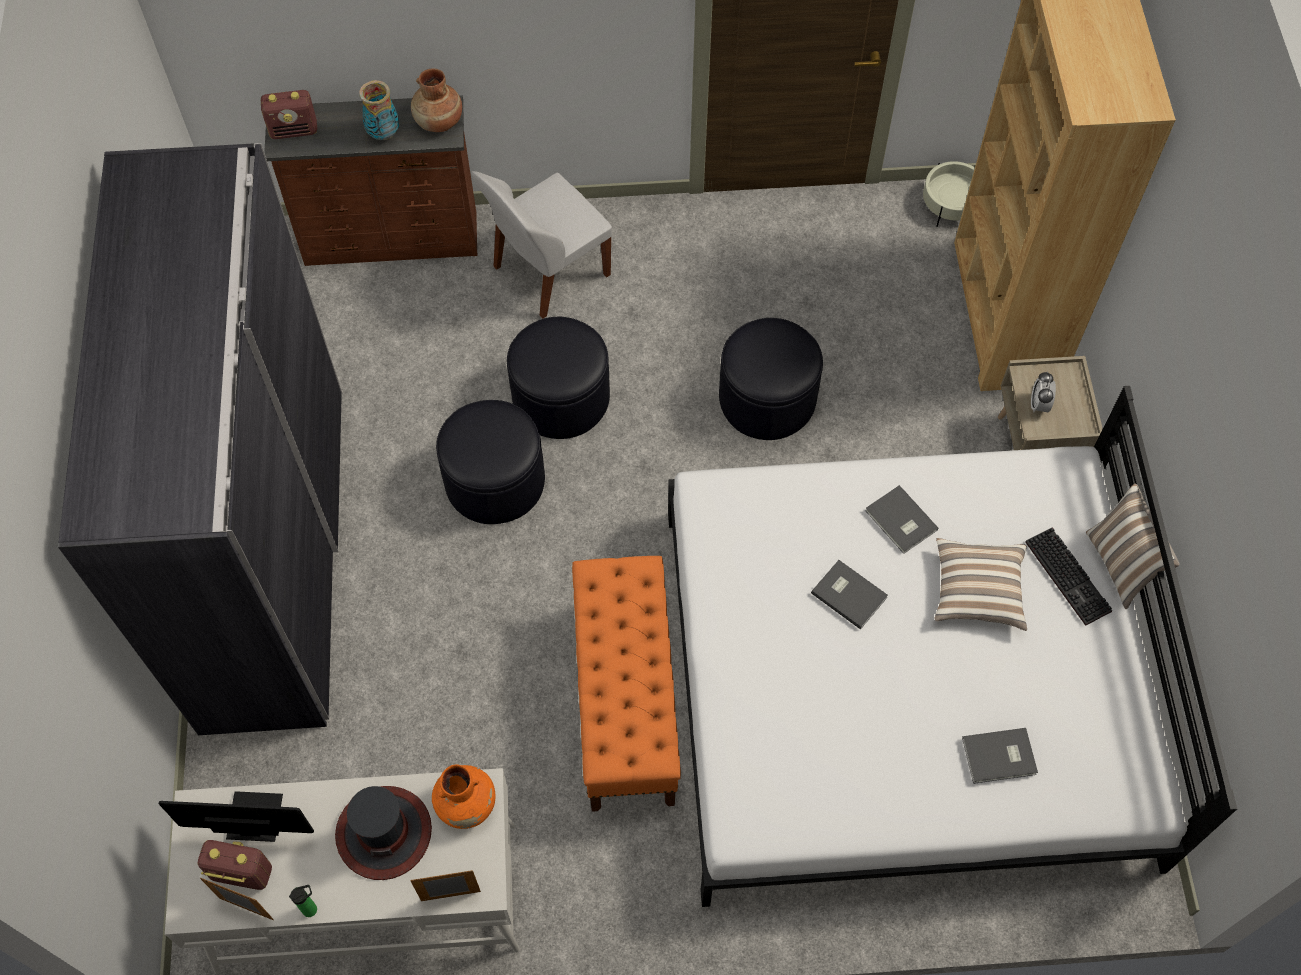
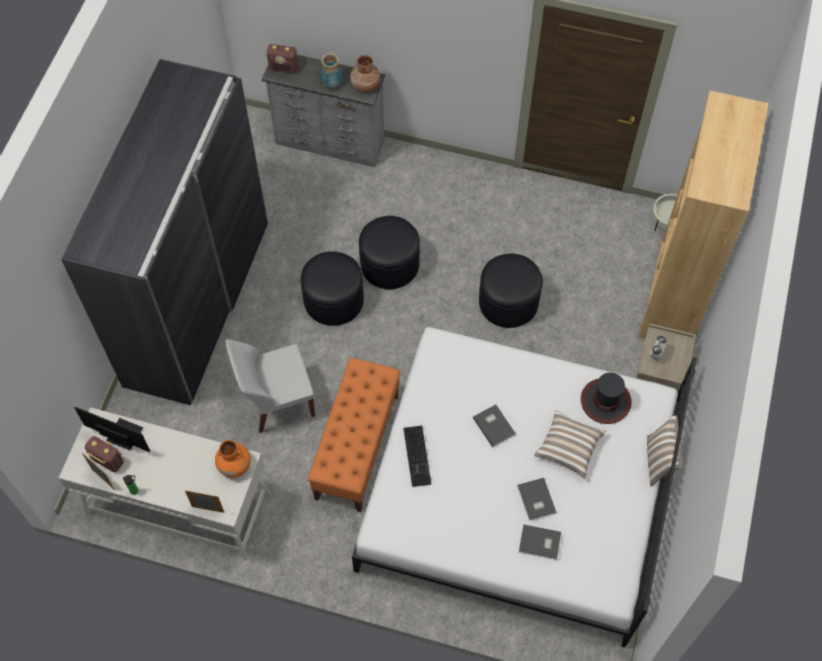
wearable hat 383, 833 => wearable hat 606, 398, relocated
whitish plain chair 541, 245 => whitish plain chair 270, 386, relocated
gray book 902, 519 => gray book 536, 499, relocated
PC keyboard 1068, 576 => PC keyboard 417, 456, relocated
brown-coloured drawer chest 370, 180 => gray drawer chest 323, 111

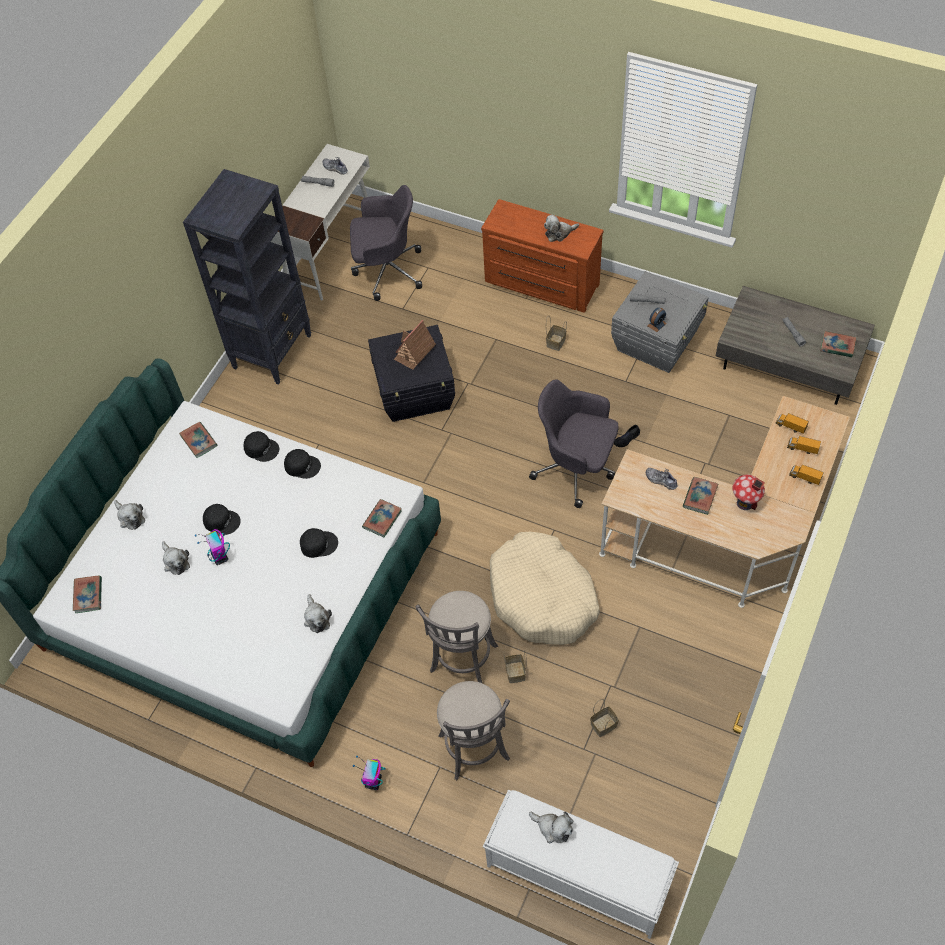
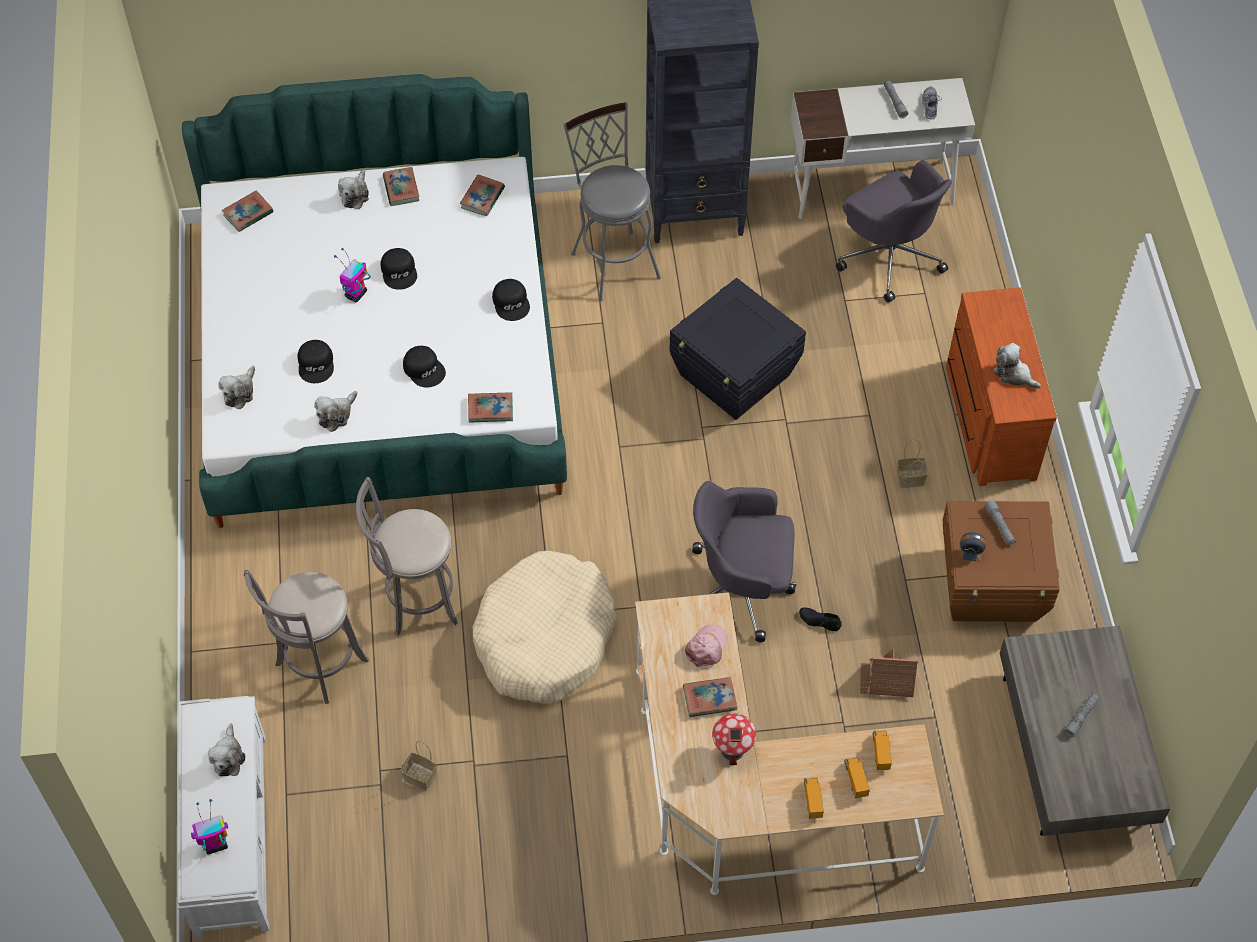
basket 515, 666 => nothing
nothing => gray sitting stool 612, 201
soft toy 176, 558 => soft toy 237, 387, relocated
black-coloured peaked cap 261, 446 => black-coloured peaked cap 315, 361, relocated
model robot 369, 773 => model robot 209, 827, relocated
toy house 415, 345 => toy house 889, 673, relocated
book 838, 344 => book 401, 186, relocated
item of footwear 661, 479 => pinkish peaked cap 706, 646
gray storage box 660, 322 => brown-coloured storage box 1001, 561
gray desk chair 574, 443 => gray desk chair 744, 561, 75 degrees counterclockwise

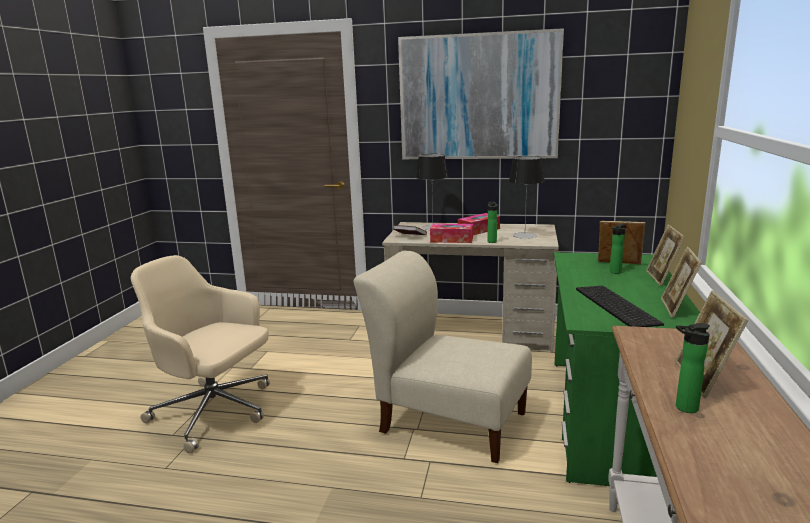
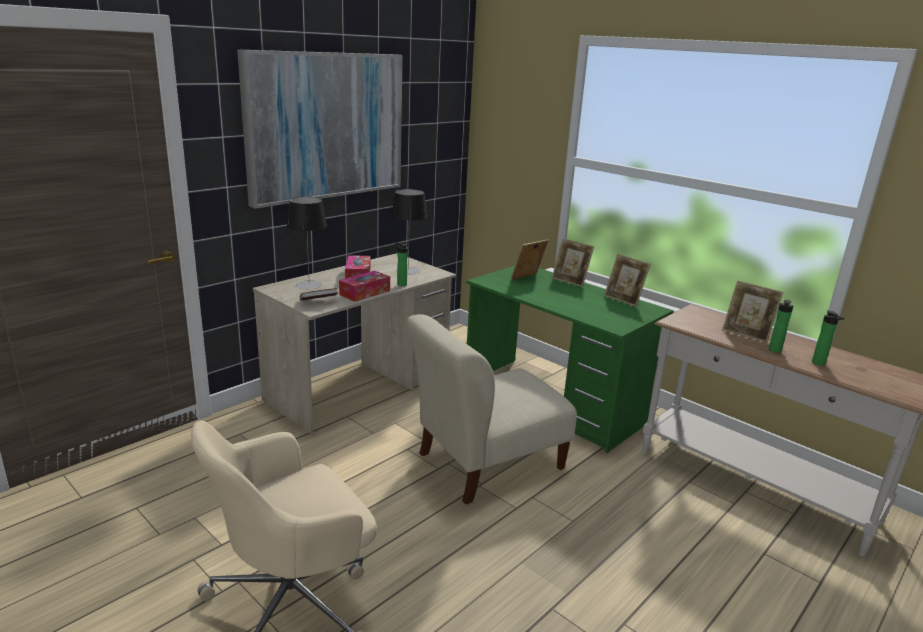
PC keyboard 620, 306 => nothing
beverage bottle 617, 249 => beverage bottle 828, 338, relocated

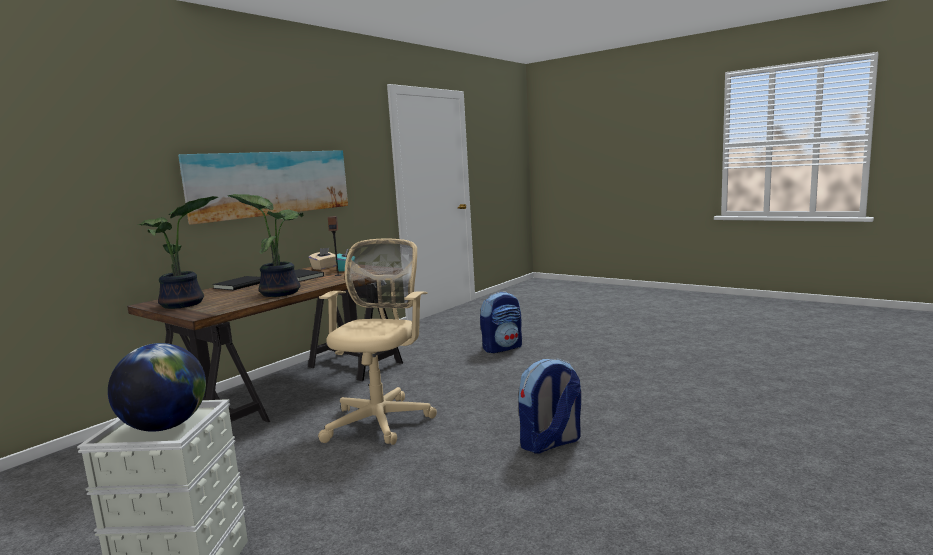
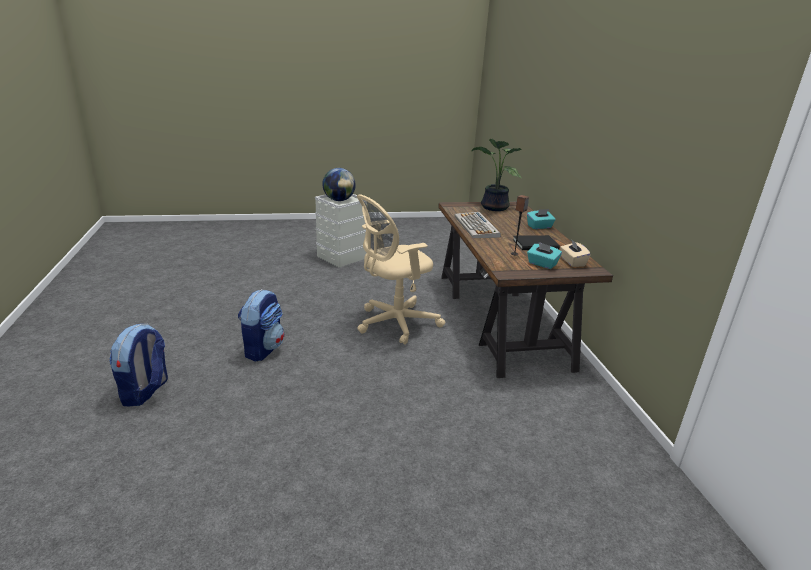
wall art 263, 187 => nothing
rucksack 501, 322 => rucksack 138, 365, relocated
black-coloured book 236, 283 => blue-green tissue holder 541, 219
plant in a pot 265, 245 => PC keyboard 477, 225
sand-coloured desk chair 377, 342 => sand-coloured desk chair 401, 269, 90 degrees clockwise

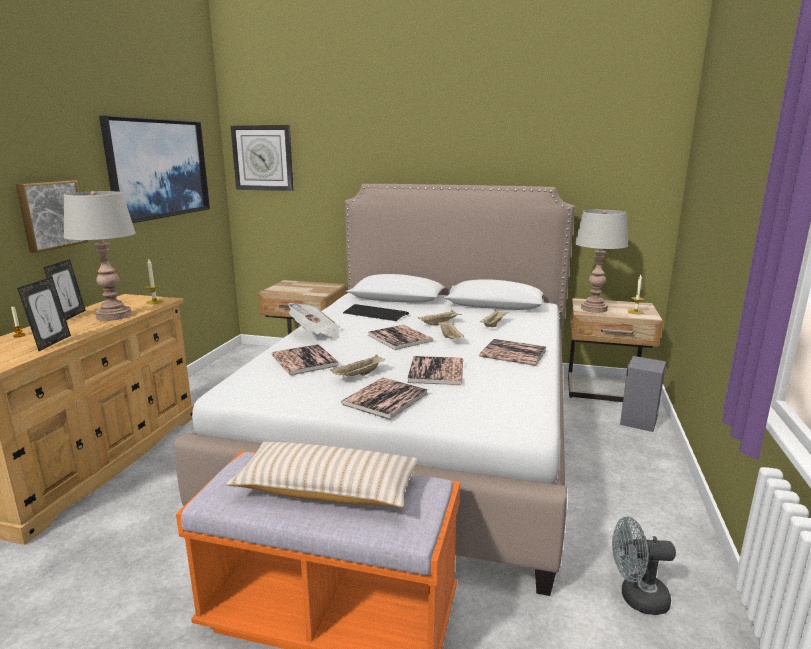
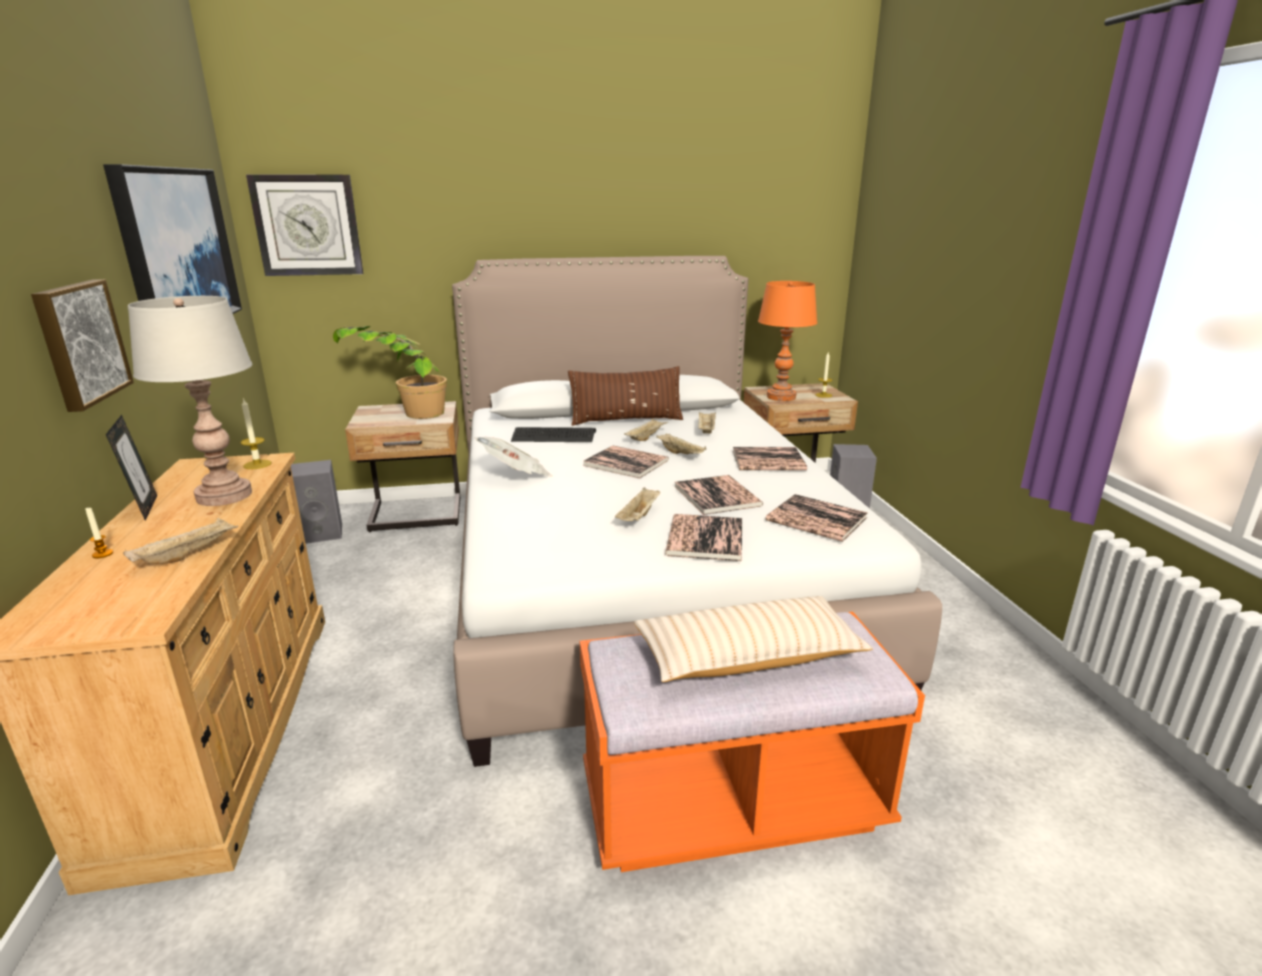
gray fan 644, 566 => nothing
nothing => gray speaker 316, 502
nothing => plant in a pot 390, 372
nothing => brown-coloured throw pillow 625, 396
book 305, 359 => book 817, 518, relocated
picture frame 44, 314 => sand-coloured tray 180, 541
gray lamp for a table 601, 261 => orange lamp for a table 787, 341

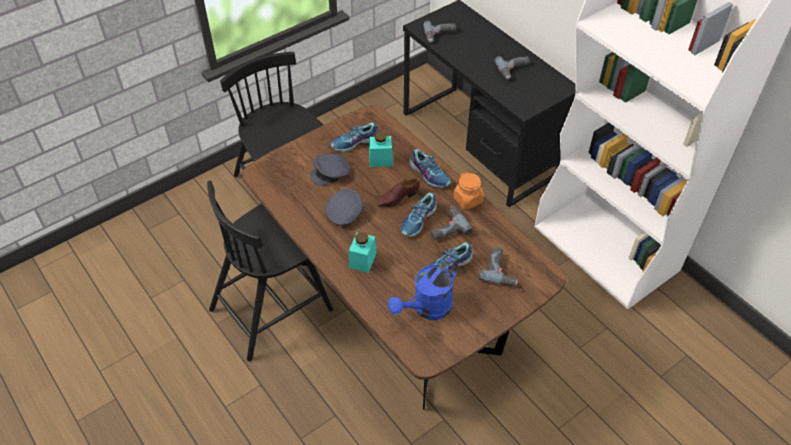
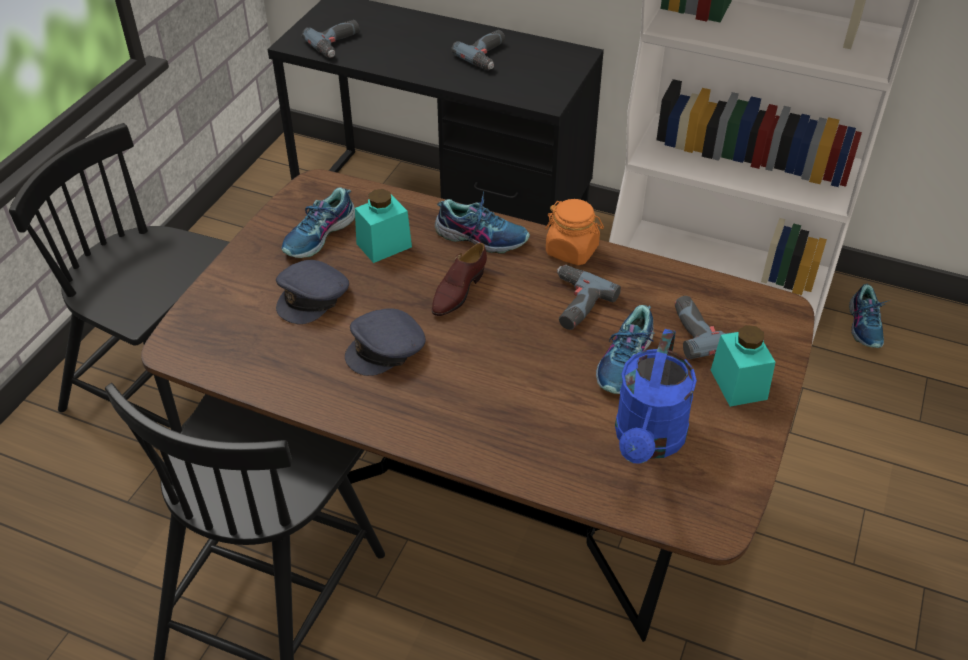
blue-green preserve jar 363, 252 => blue-green preserve jar 743, 366, relocated
item of footwear 419, 214 => item of footwear 869, 316, relocated
gray peaked cap 345, 207 => gray peaked cap 385, 342, 135 degrees counterclockwise

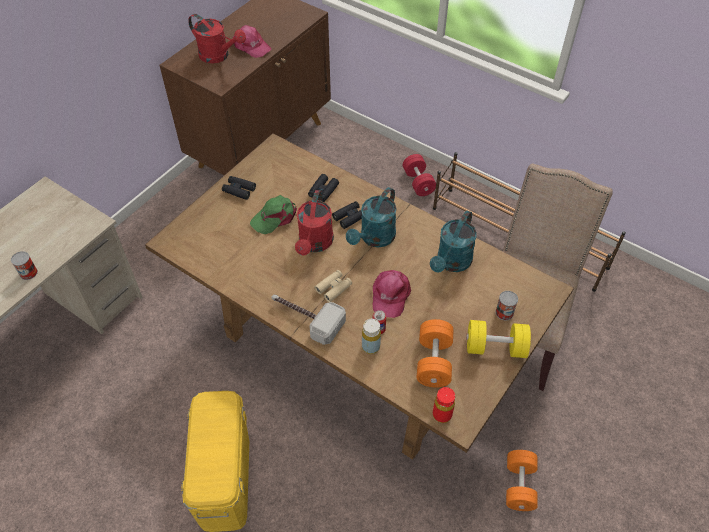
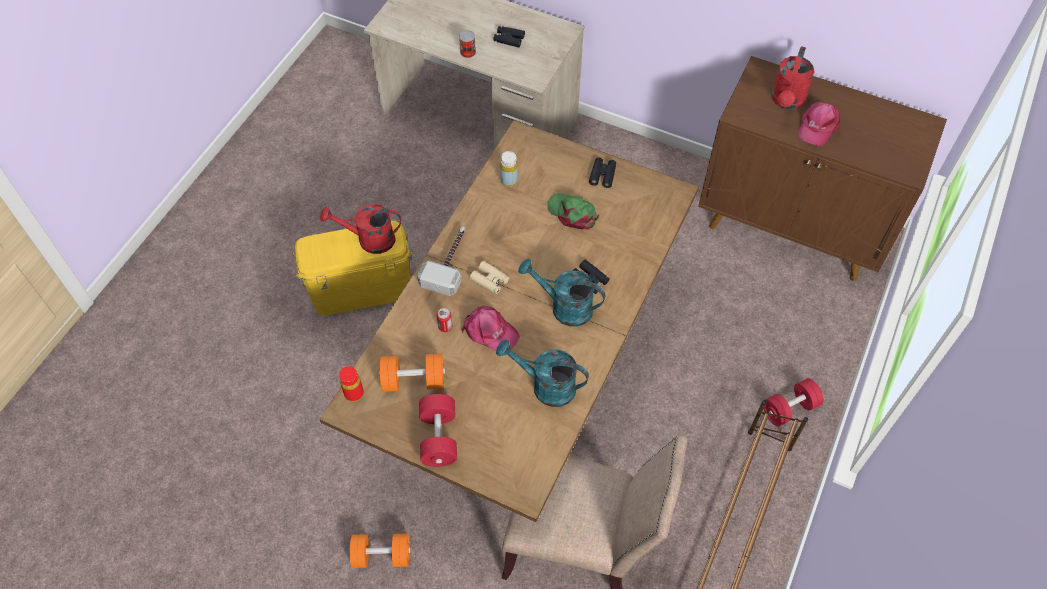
sealed can 506, 305 => nothing
reddish watering pot 314, 223 => reddish watering pot 360, 229, relocated
black-coloured pair of binoculars 323, 188 => black-coloured pair of binoculars 509, 36, relocated
yellow beverage bottle 371, 336 => yellow beverage bottle 509, 169, relocated
yellow hand weight 498, 339 => reddish hand weight 438, 430
pinkish peaked cap 392, 294 => pinkish peaked cap 491, 328, 150 degrees counterclockwise

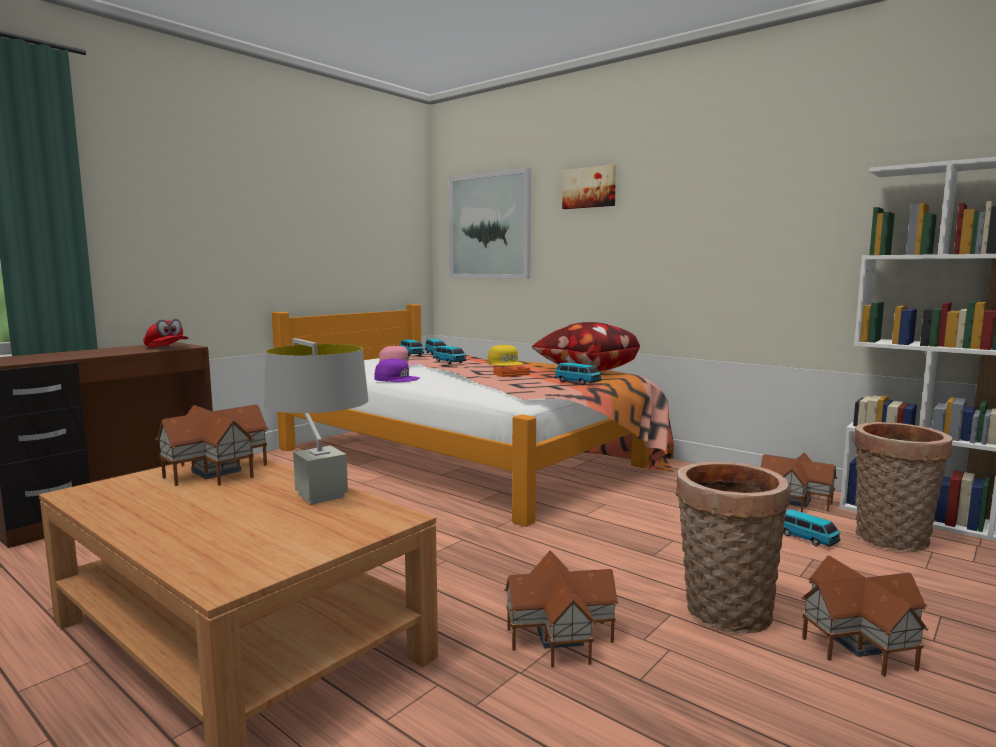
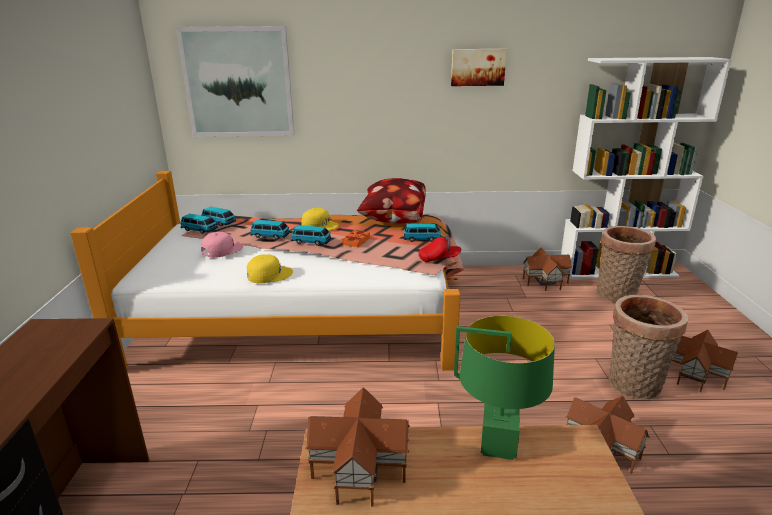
reddish peaked cap 165, 333 => reddish peaked cap 440, 248, relocated
wall art 589, 186 => wall art 479, 67, relocated
miniature car 812, 528 => miniature car 311, 235, relocated
gray lamp for a table 316, 421 => green-coloured lamp for a table 504, 388
purplish peaked cap 397, 370 => yellow peaked cap 269, 268

